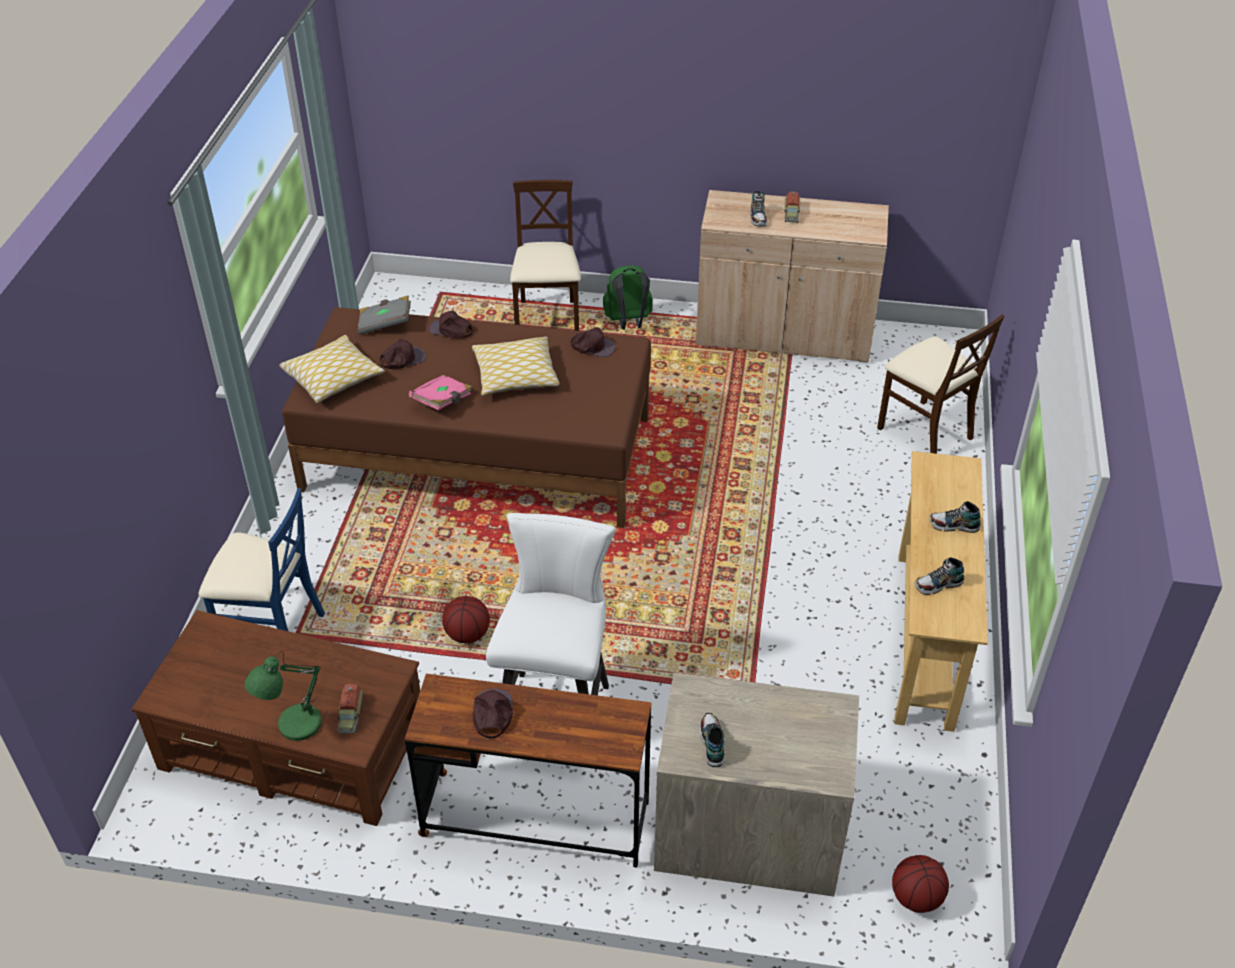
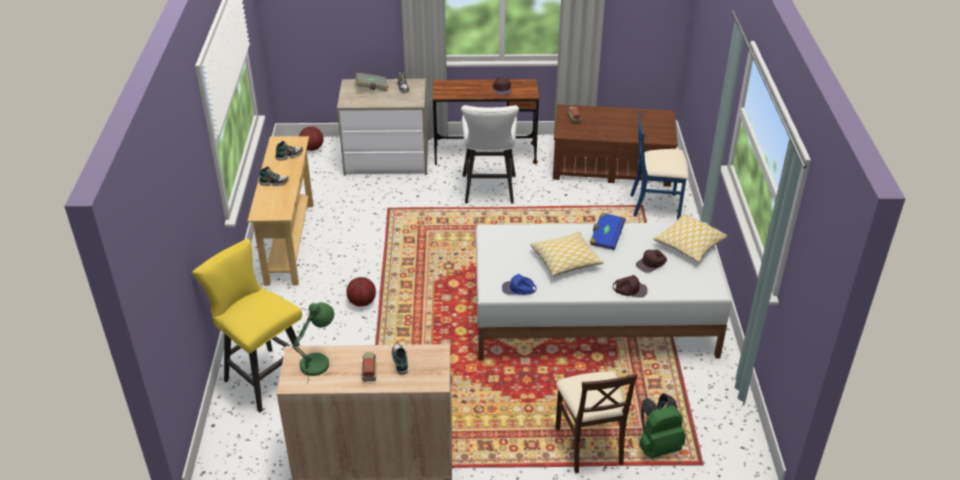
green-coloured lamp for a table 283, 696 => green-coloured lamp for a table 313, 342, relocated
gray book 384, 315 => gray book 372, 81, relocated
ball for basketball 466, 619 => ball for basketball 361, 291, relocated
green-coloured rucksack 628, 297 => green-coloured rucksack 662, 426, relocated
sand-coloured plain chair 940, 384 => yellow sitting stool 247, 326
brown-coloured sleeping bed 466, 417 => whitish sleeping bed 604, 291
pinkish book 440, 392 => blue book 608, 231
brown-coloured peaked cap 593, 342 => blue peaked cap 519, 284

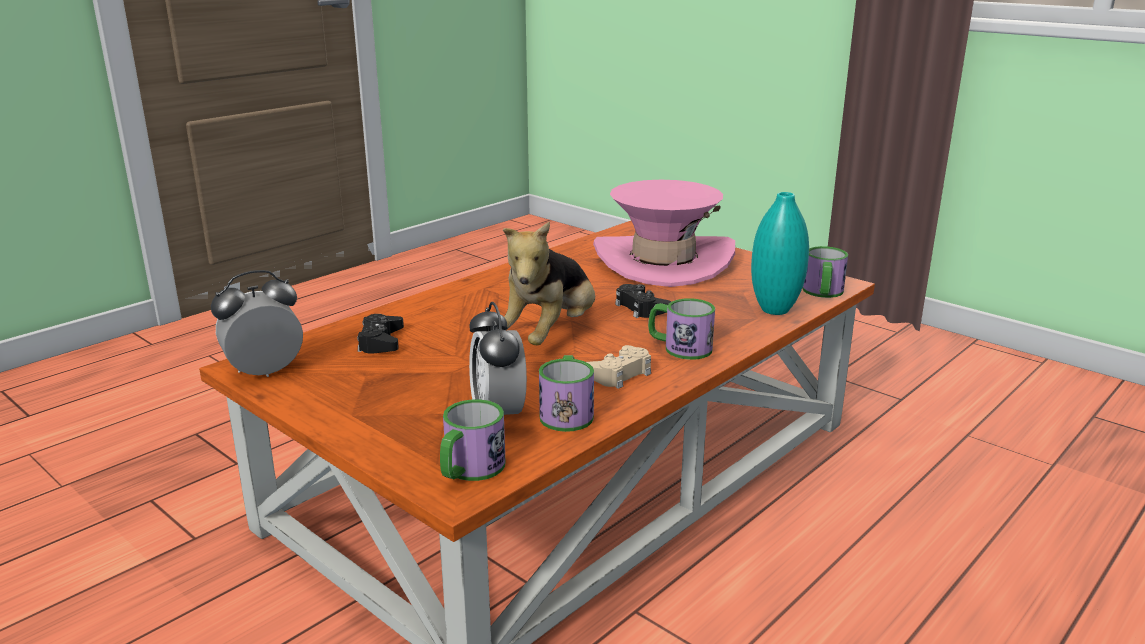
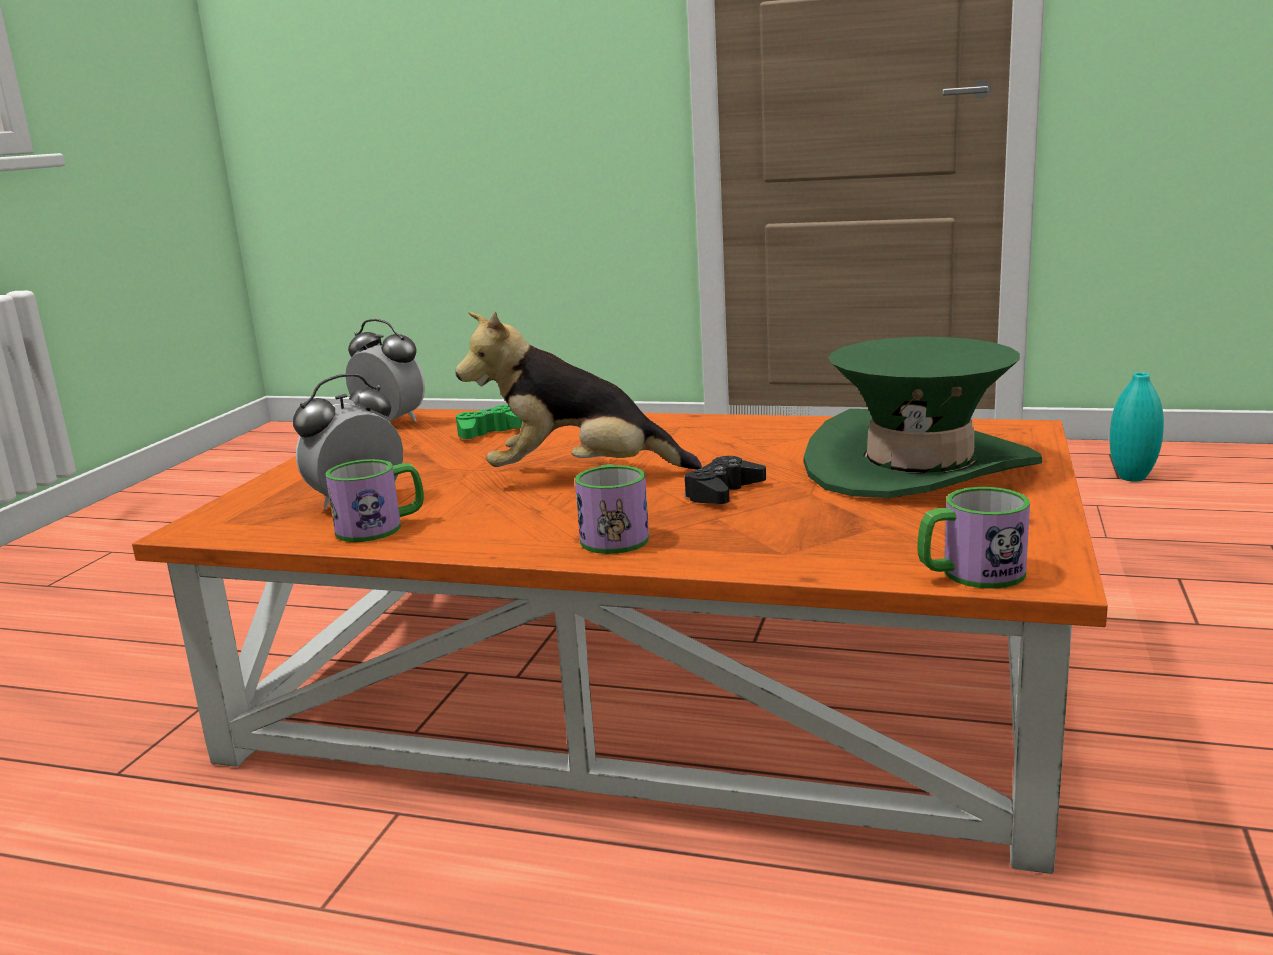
tea mug 472, 440 => nothing
sand-coloured game controller 619, 367 => nothing
blue-green vase 780, 253 => blue-green vase 1137, 427, relocated
black-coloured game controller 380, 334 => green-coloured game controller 489, 422
pinkish wearable hat 664, 233 => green-coloured wearable hat 922, 417

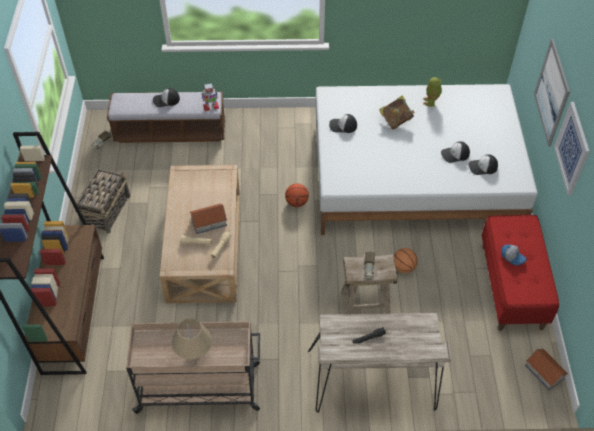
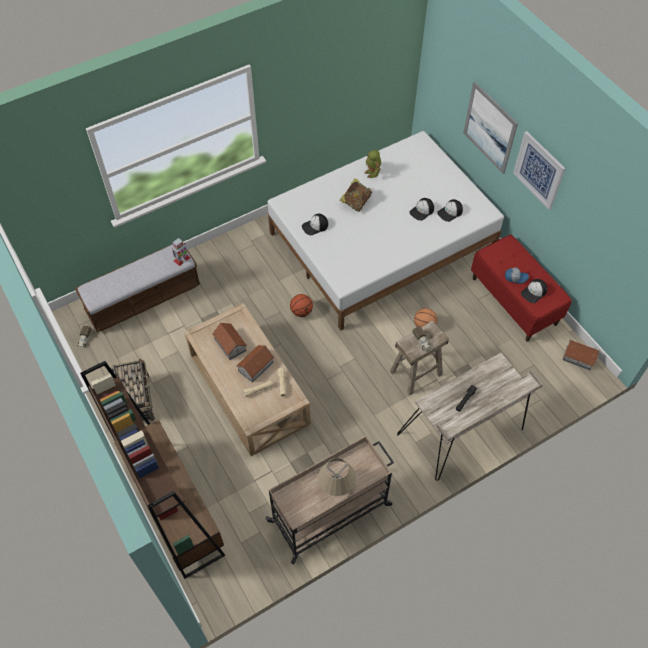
nothing => toy house 229, 341
peaked cap 166, 97 => peaked cap 534, 291, relocated

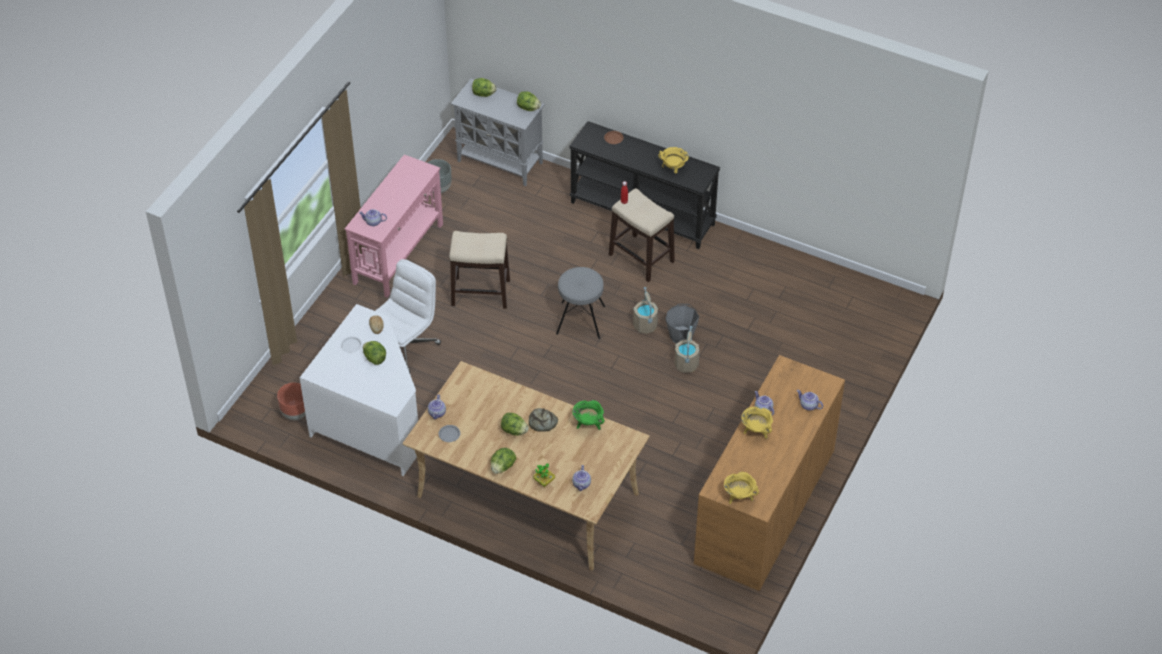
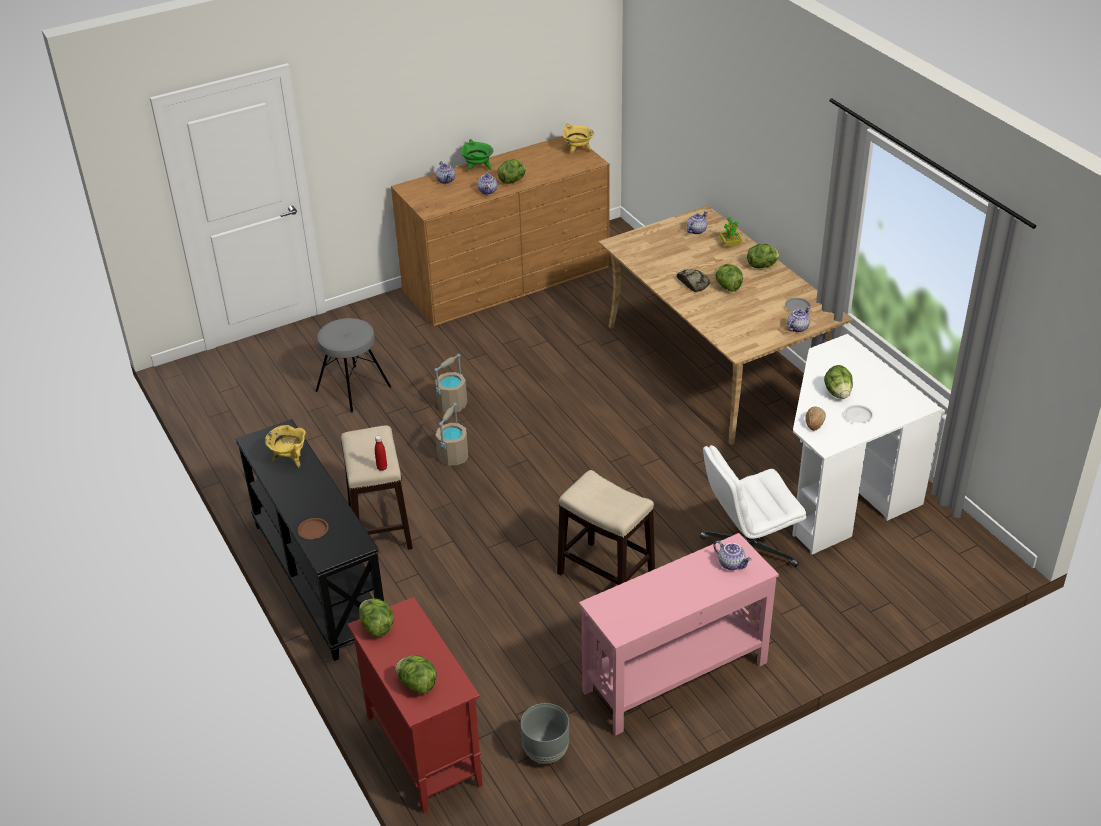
brown-coloured planter 291, 401 => nothing
gray bucket 682, 323 => nothing
gray sitting stool 580, 303 => gray sitting stool 353, 365, relocated
green-coloured cooking pot 588, 415 => green-coloured cooking pot 477, 154, relocated
yellow cooking pot 757, 423 => lettuce head 511, 171
gray cabinet 498, 132 => reddish cabinet 415, 705

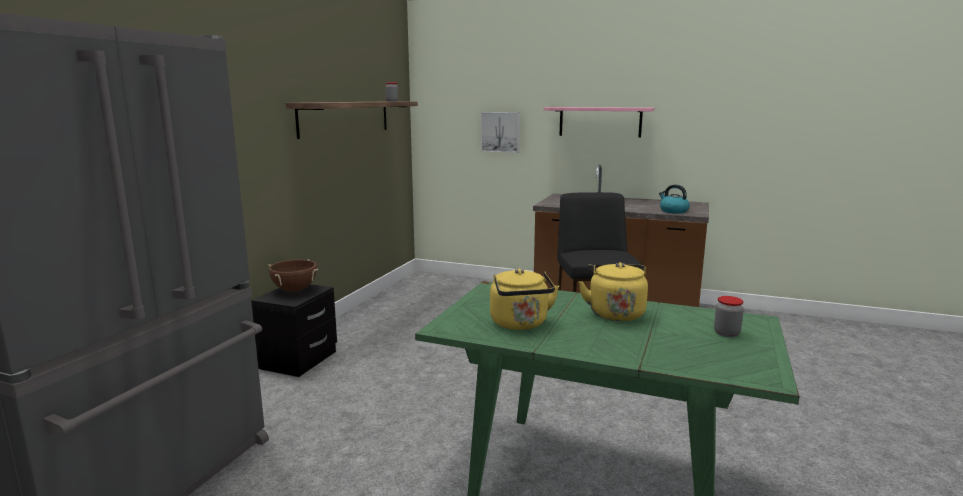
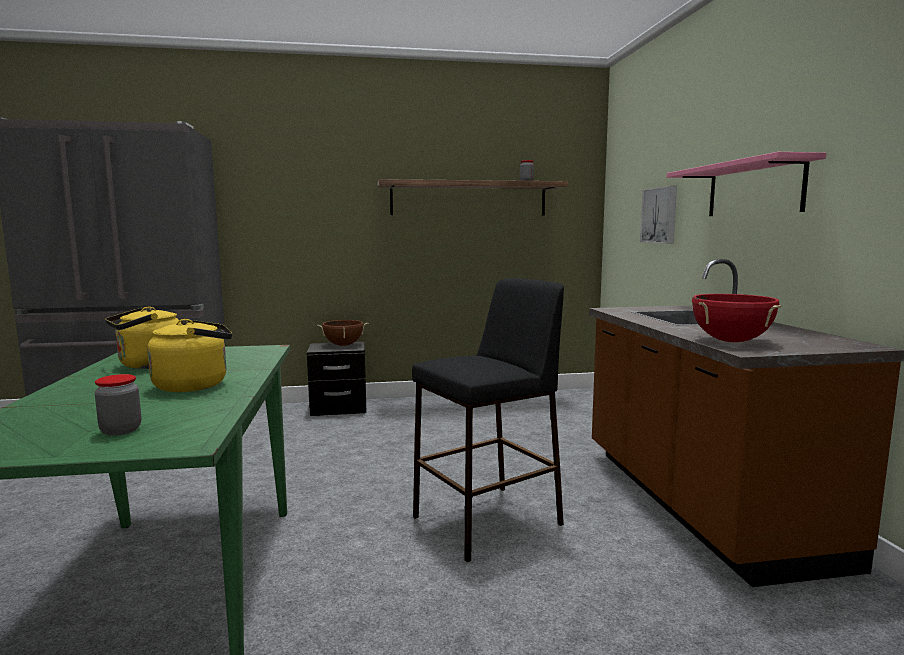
tea kettle 674, 199 => reddish cooking pot 736, 318

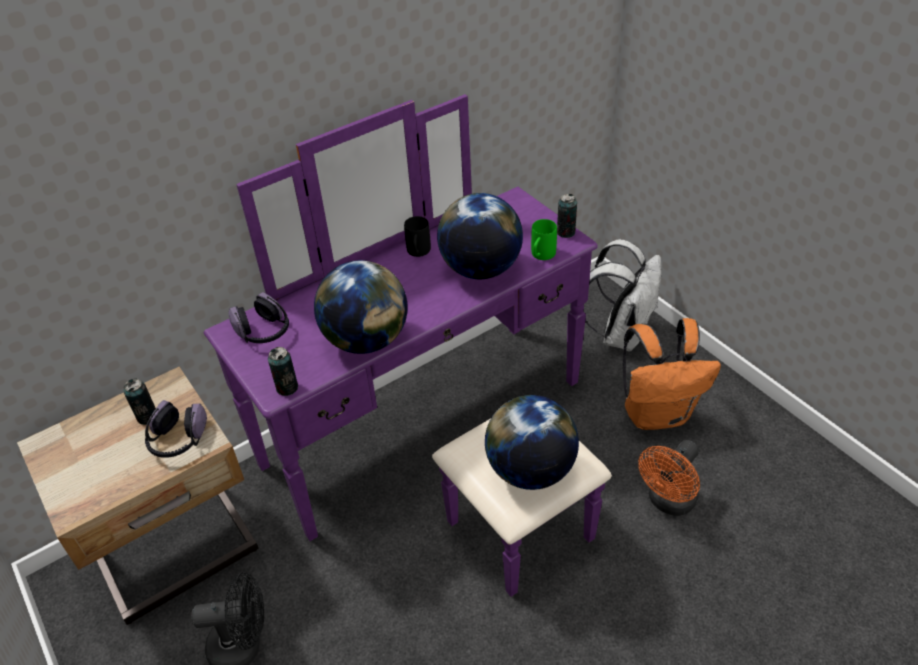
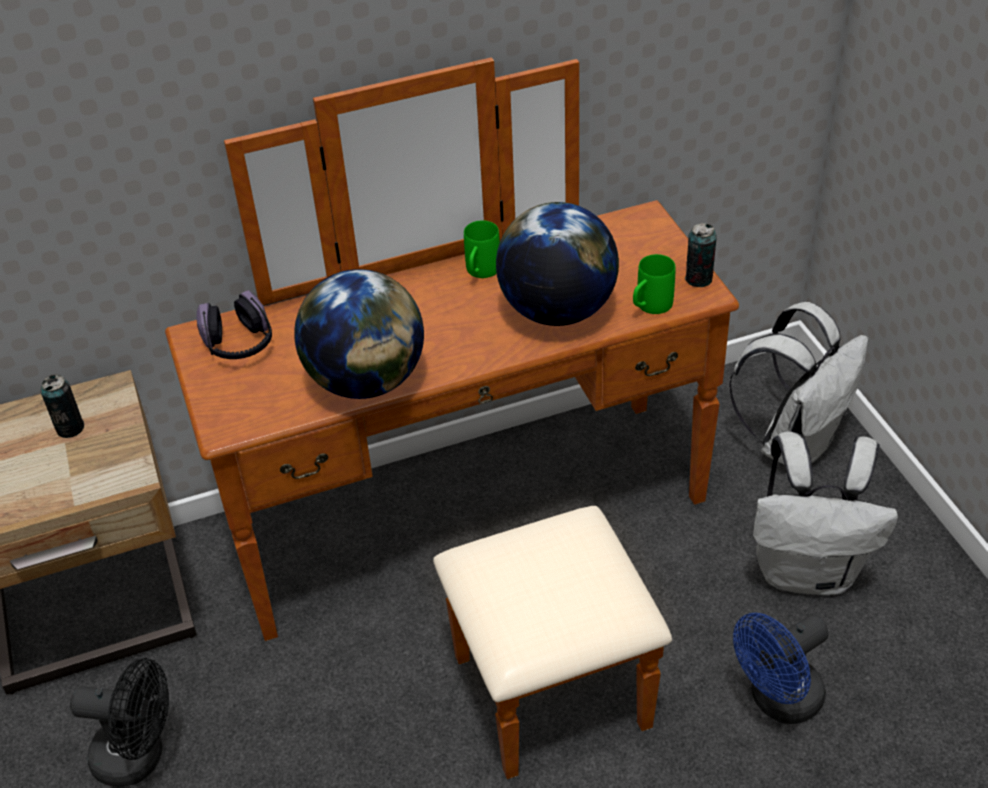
pair of headphones 176, 429 => nothing
sealed can 283, 371 => nothing
globe 532, 442 => nothing
purplish drawer chest 408, 345 => brown-coloured drawer chest 452, 418
black-coloured tea mug 417, 236 => green-coloured tea mug 482, 249
orange rucksack 672, 374 => whitish rucksack 825, 513
orange fan 669, 478 => blue fan 781, 668

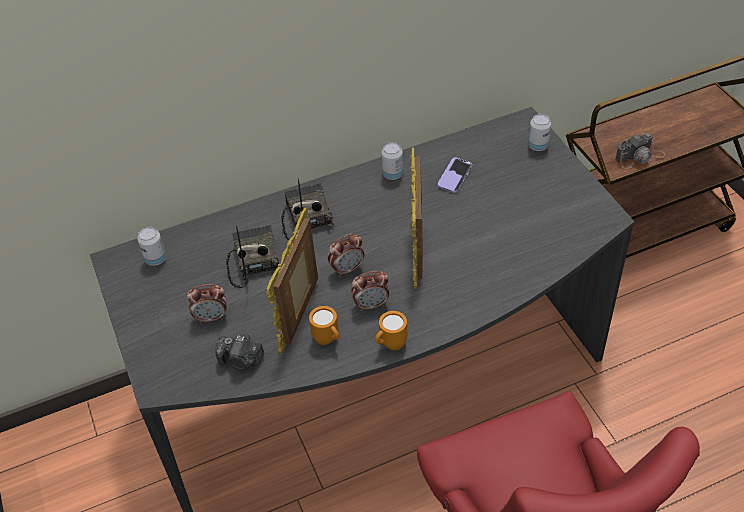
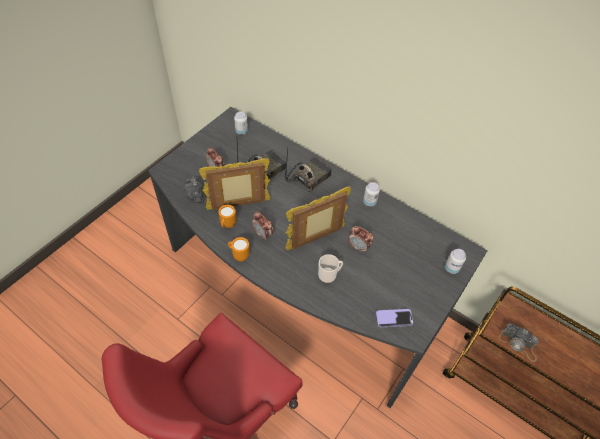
nothing => tea mug 330, 268
table clock 346, 255 => table clock 360, 239, relocated
phone 454, 175 => phone 394, 318, relocated

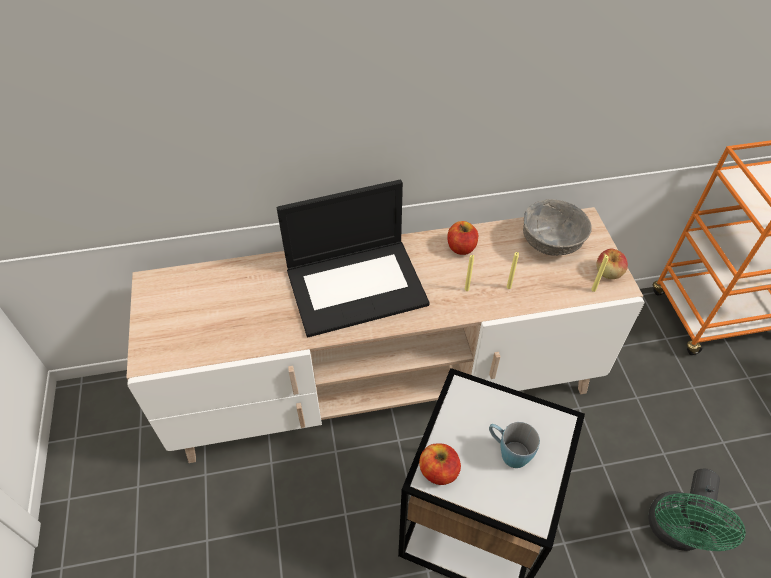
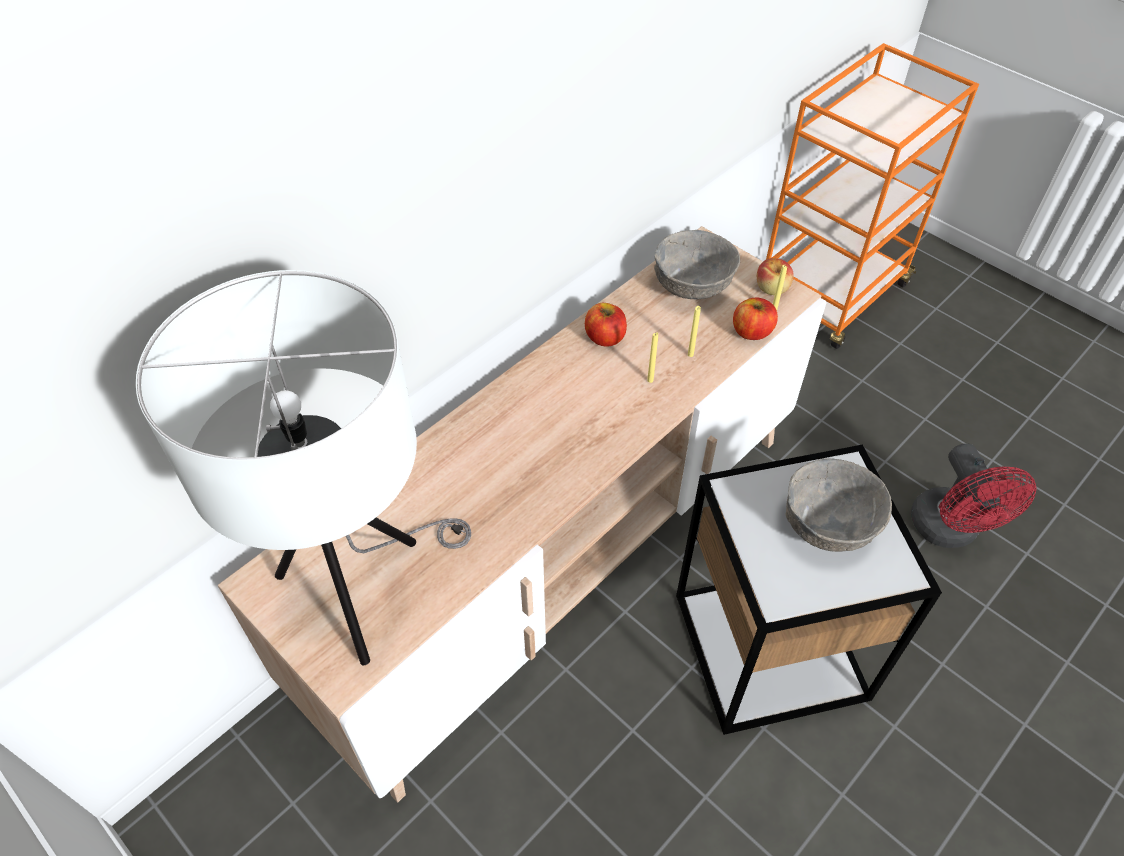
portable computer 353, 258 => nothing
nothing => whitish lamp for a table 303, 467
apple 440, 464 => apple 755, 319, relocated
blue tea mug 514, 445 => gray deep dish 838, 505
green-coloured fan 697, 509 => reddish fan 974, 496

